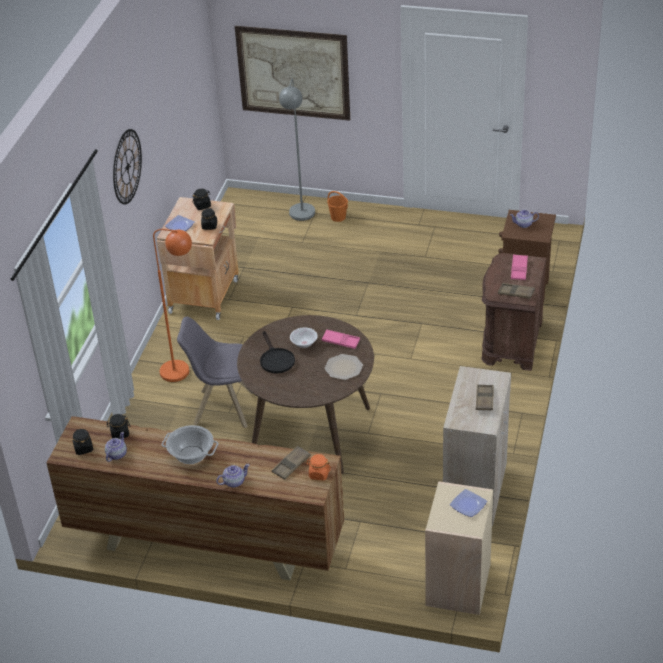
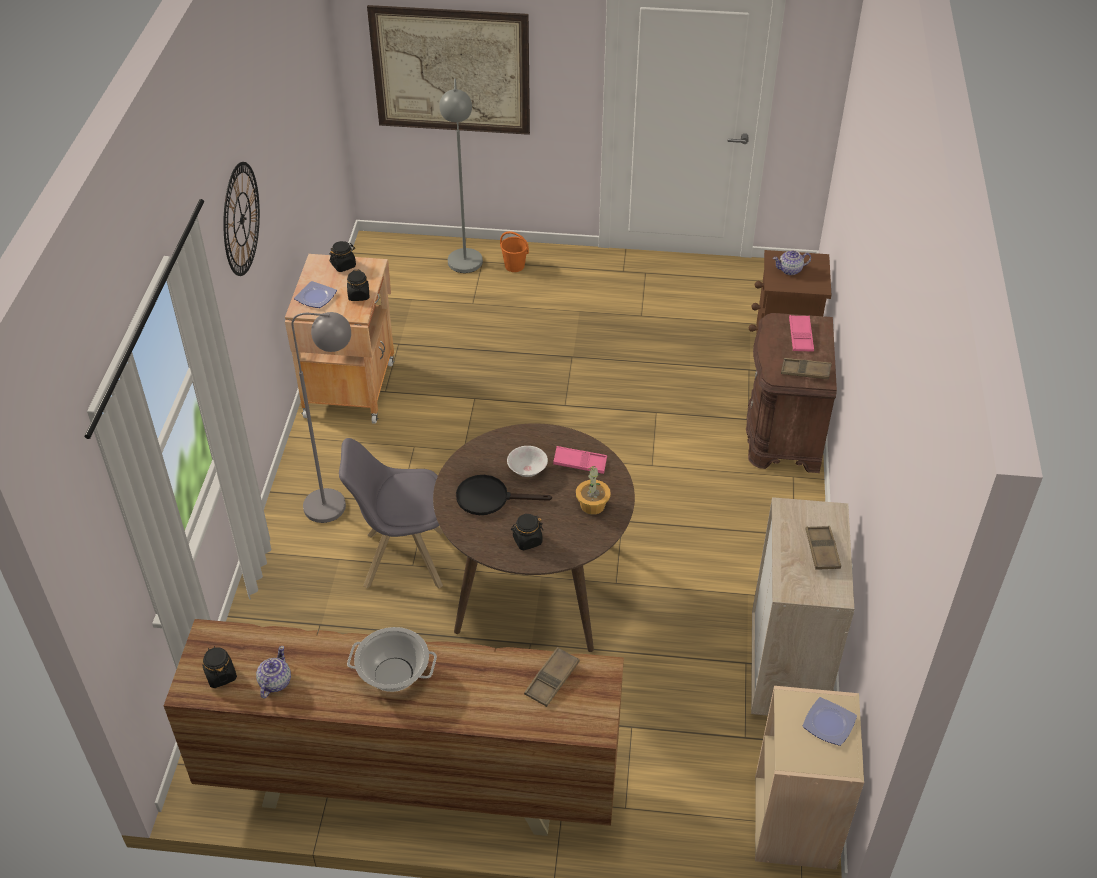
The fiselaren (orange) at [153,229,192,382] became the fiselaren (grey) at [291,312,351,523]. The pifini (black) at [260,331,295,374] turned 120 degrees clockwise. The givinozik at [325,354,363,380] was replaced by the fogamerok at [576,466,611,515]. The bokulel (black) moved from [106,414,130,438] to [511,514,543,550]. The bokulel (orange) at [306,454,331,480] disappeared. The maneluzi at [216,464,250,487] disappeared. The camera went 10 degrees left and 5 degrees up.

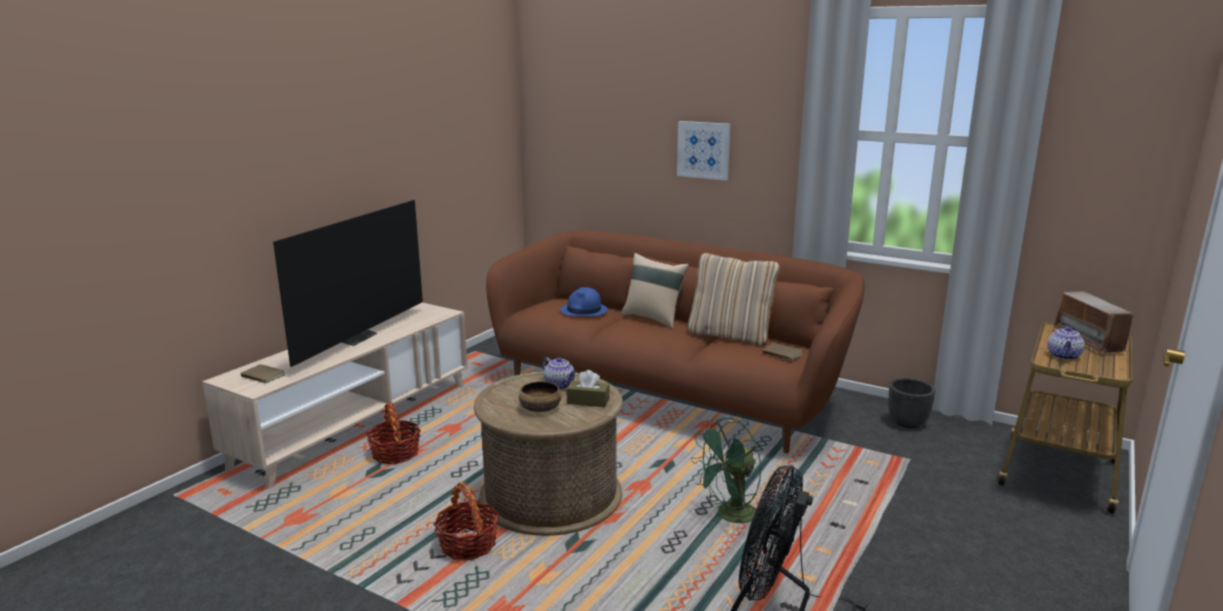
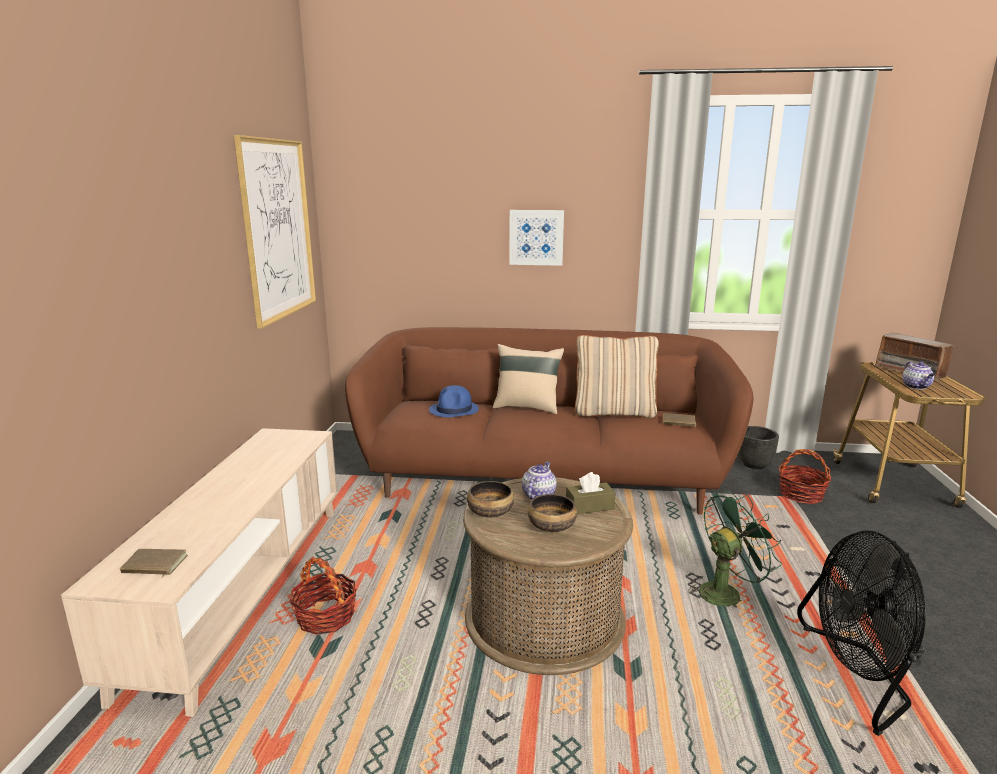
The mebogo at [273,200,423,367] disappeared. The maneluzi at [542,357,576,390] turned 90 degrees counterclockwise. The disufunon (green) at [691,418,766,523] turned 150 degrees counterclockwise. The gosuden moved from [434,482,499,560] to [778,449,831,504]. The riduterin at [234,135,316,329] appeared. The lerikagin at [467,481,514,517] appeared. The camera went 25 degrees left and 0 degrees up.

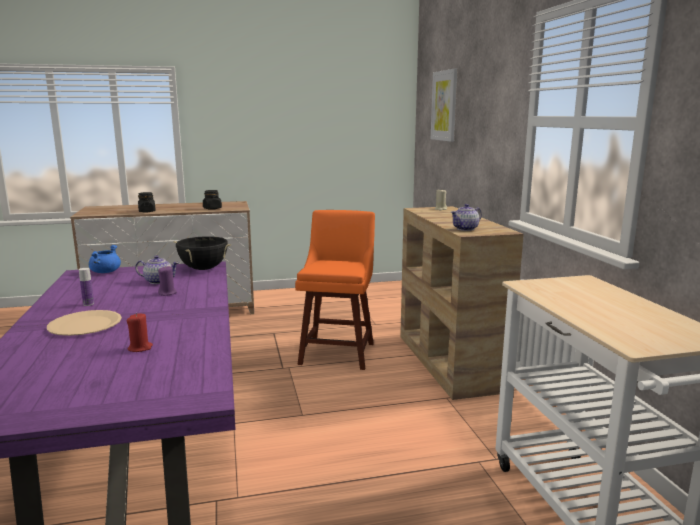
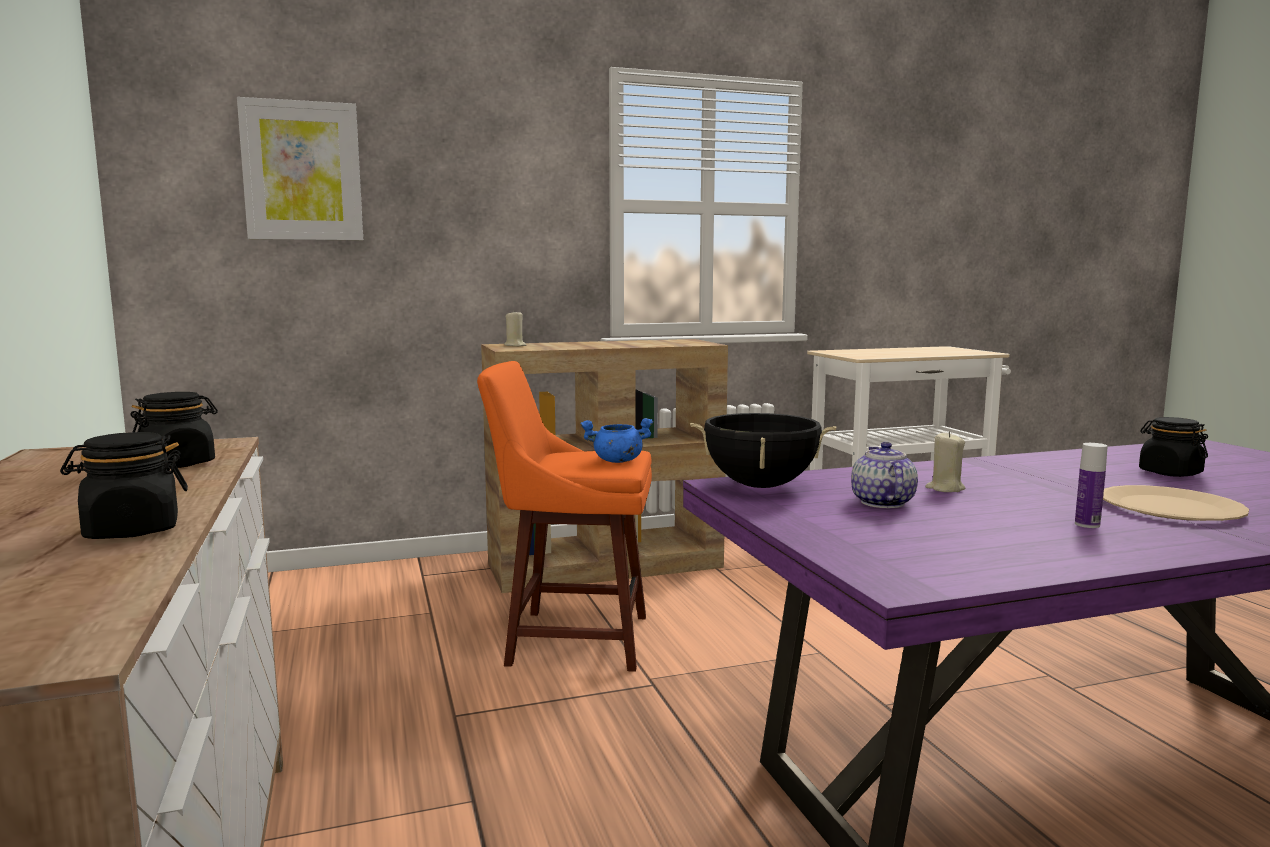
The maneluzi at [451,204,481,231] disappeared. The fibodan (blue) moved from [89,245,121,273] to [580,418,653,463]. The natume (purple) at [158,266,177,296] became the natume (beige) at [925,431,965,492]. The natume (red) at [127,313,153,352] was replaced by the bokulel (black) at [1139,417,1208,477]. The camera went 95 degrees left and 5 degrees down.

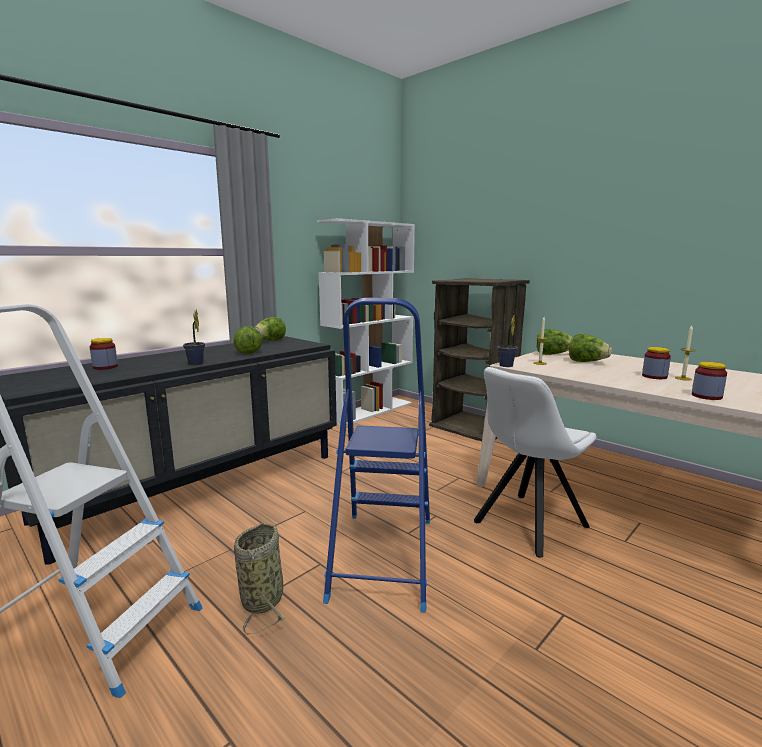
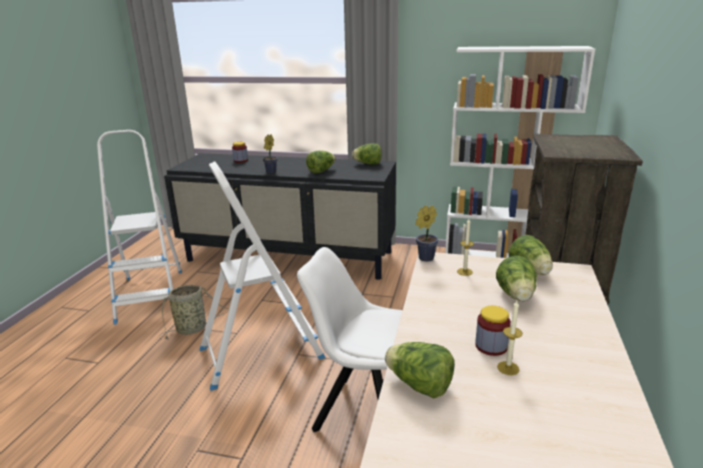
The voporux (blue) at [323,298,430,613] became the voporux (white) at [199,161,325,391]. The bokulel at [692,362,727,400] was replaced by the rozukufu at [385,342,455,398]. The camera went 60 degrees right and 10 degrees up.

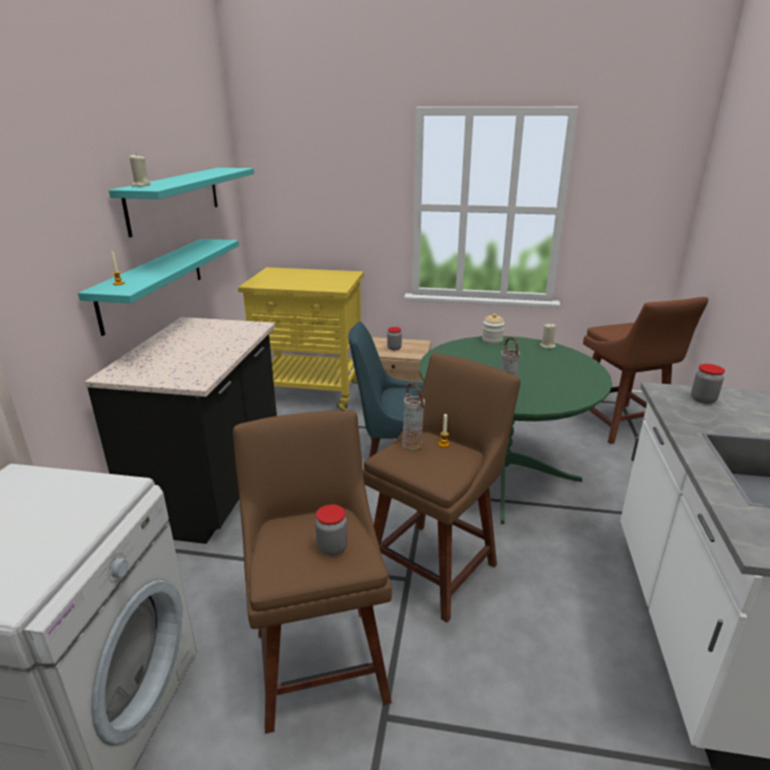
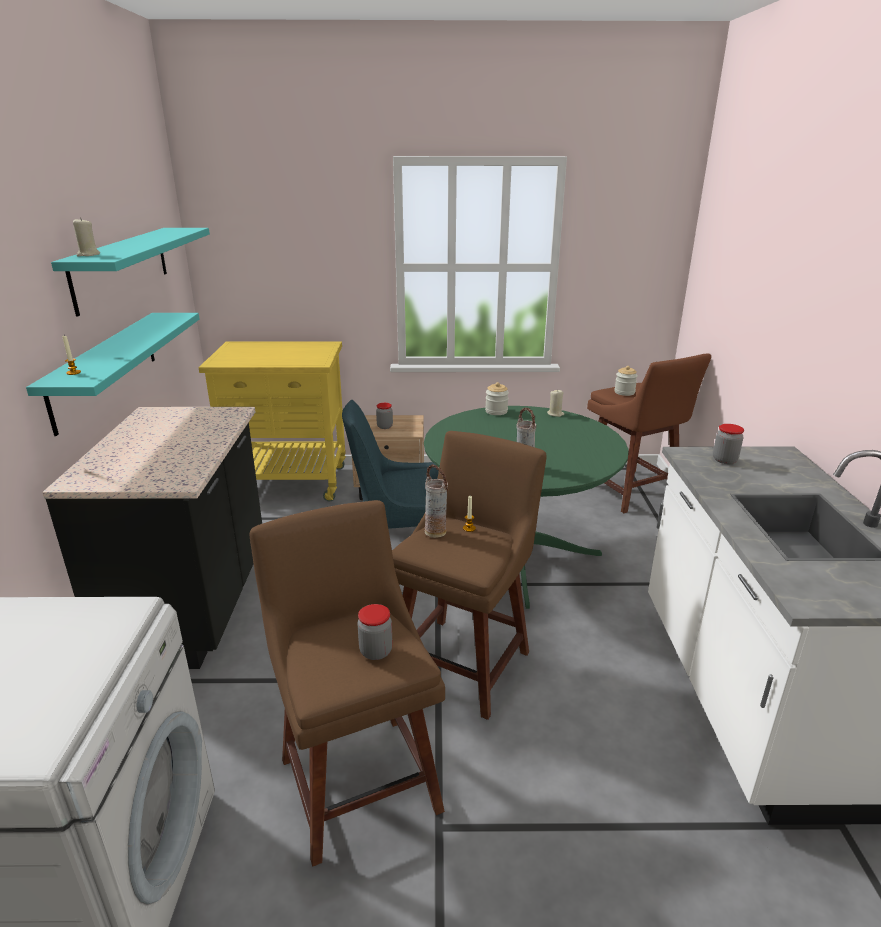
The bokulel at [614,366,638,396] appeared. The camera went 10 degrees left and 0 degrees up.

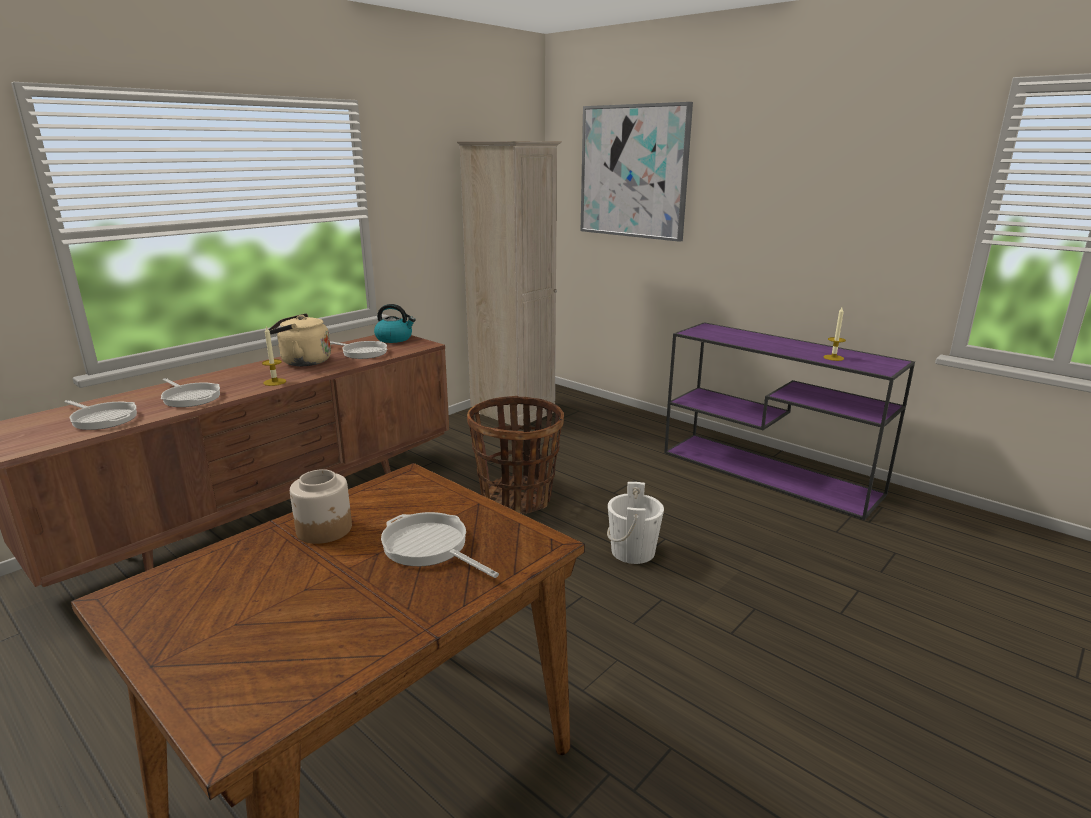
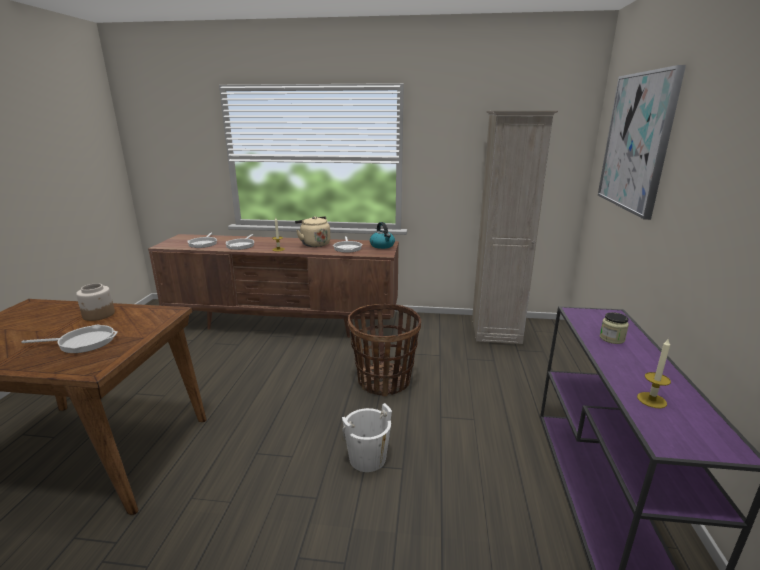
The pifini at [381,512,499,578] turned 75 degrees clockwise. The bokulel at [600,312,629,344] appeared. The camera went 55 degrees right and 0 degrees up.

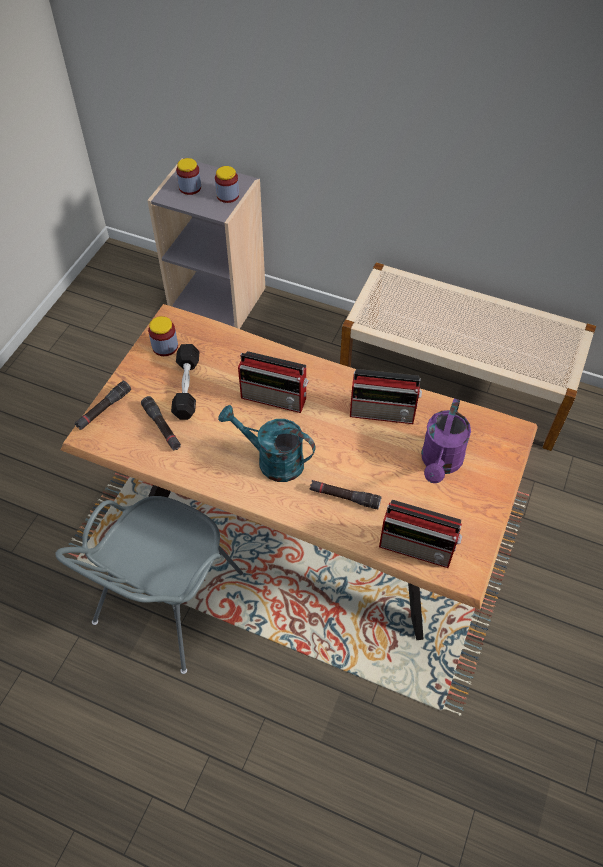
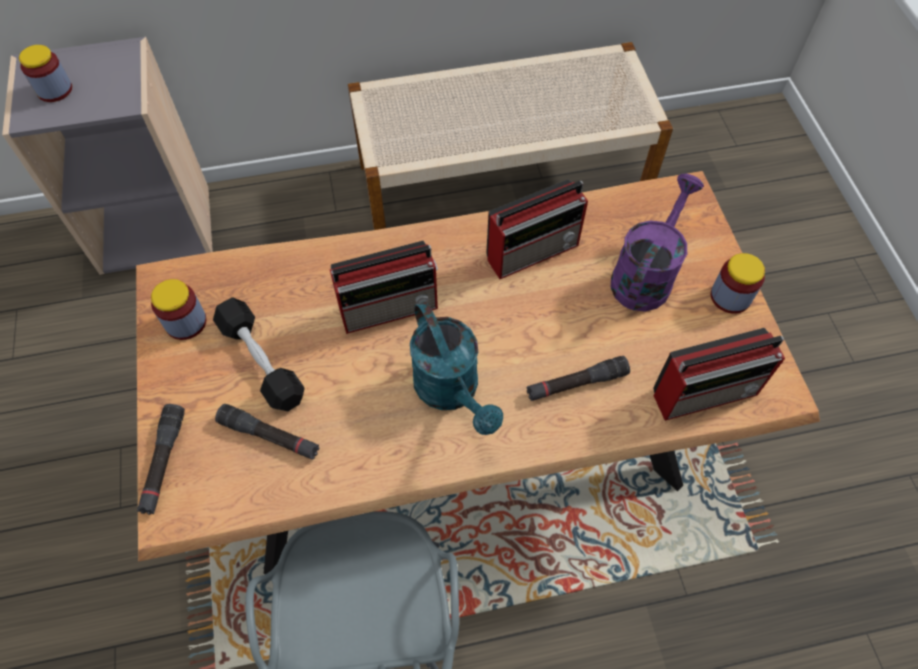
The bokulel moved from [215,166,239,203] to [711,253,765,314]. The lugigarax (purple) at [421,398,471,483] turned 135 degrees counterclockwise. The lugigarax (turquoise) at [218,405,316,482] turned 105 degrees counterclockwise. The camera went 35 degrees left and 5 degrees up.

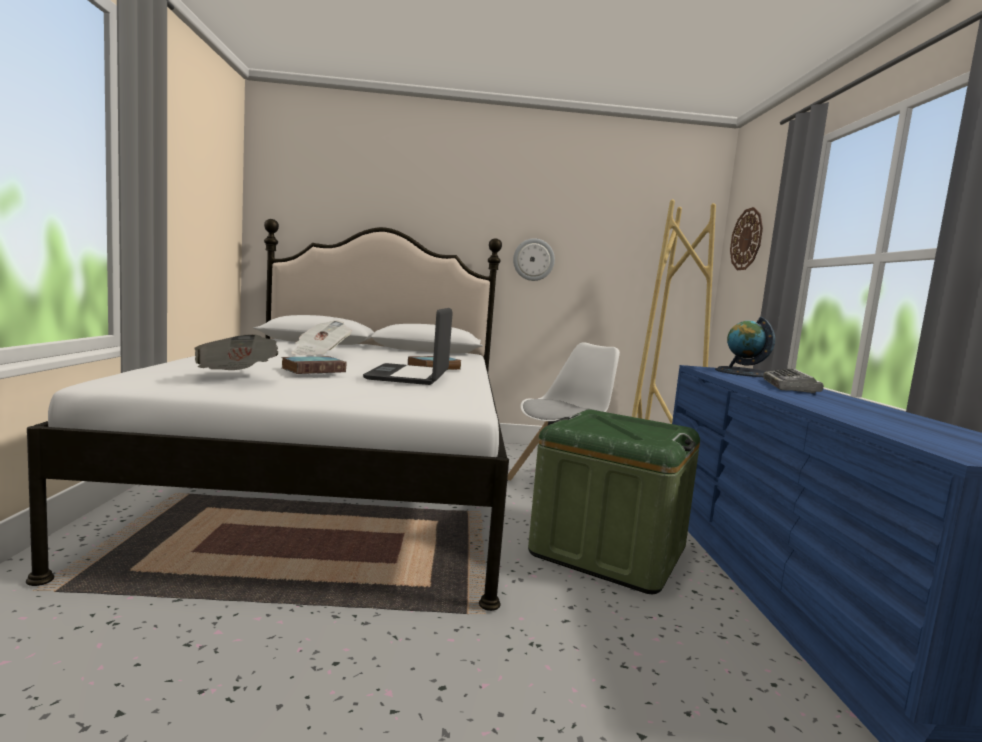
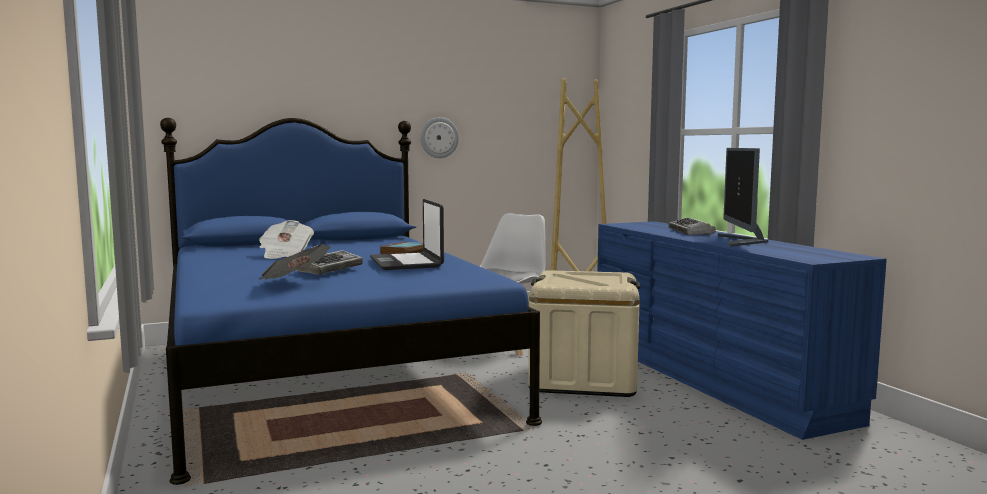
The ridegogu at [730,207,763,270] disappeared. The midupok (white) at [26,219,509,611] became the midupok (blue) at [160,118,542,485]. The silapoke at [715,317,775,377] disappeared. The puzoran at [282,356,346,374] was replaced by the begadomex at [296,250,363,275]. The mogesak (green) at [528,410,700,594] became the mogesak (beige) at [528,270,640,397]. The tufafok at [718,148,768,247] appeared. The camera went 20 degrees left and 0 degrees up.

